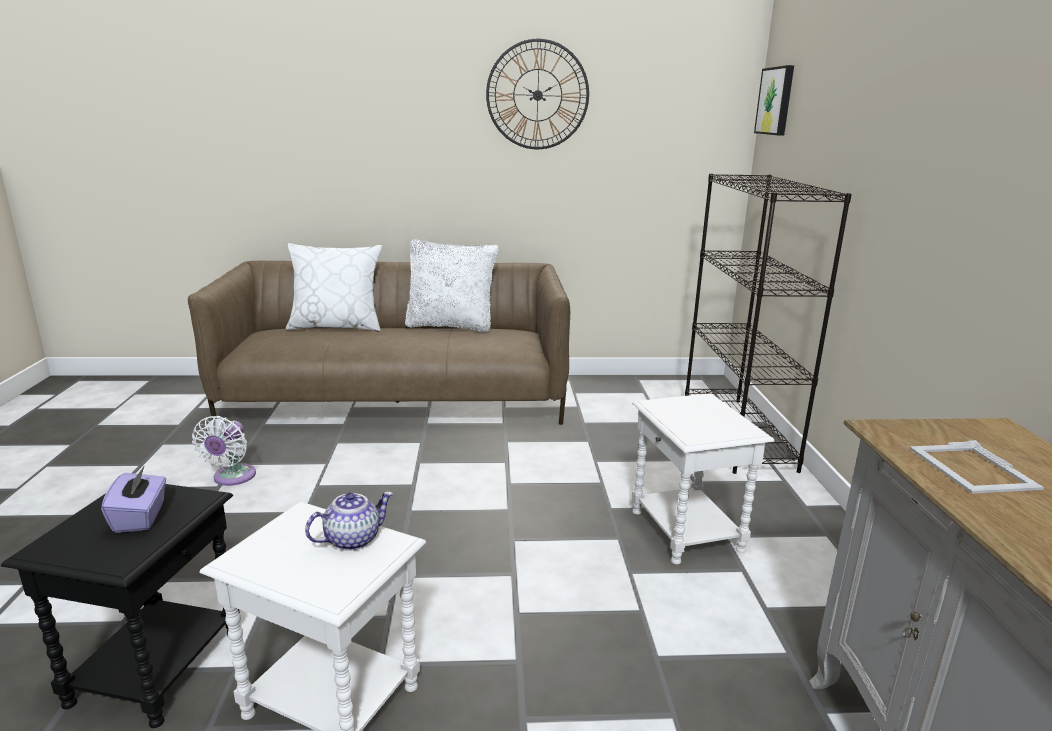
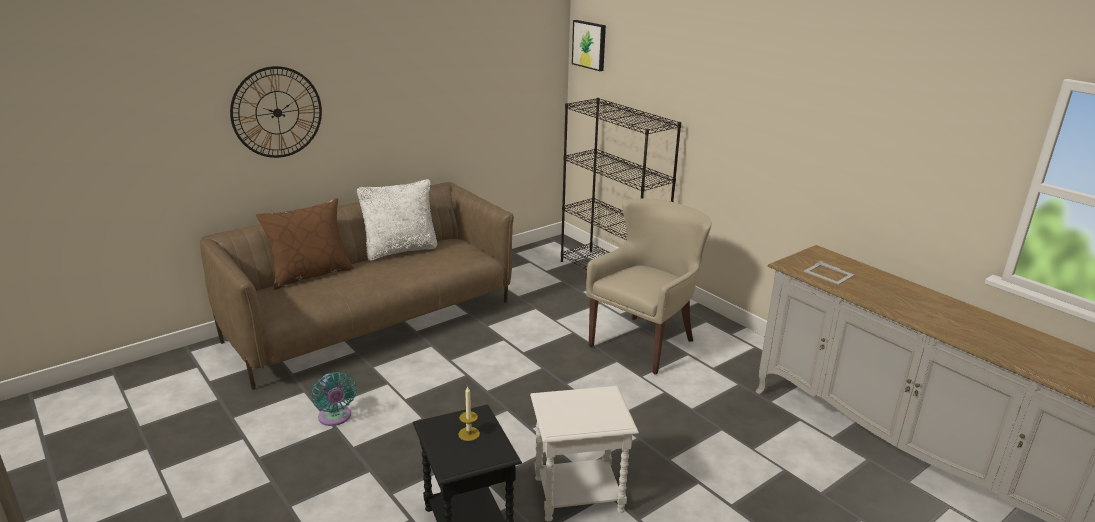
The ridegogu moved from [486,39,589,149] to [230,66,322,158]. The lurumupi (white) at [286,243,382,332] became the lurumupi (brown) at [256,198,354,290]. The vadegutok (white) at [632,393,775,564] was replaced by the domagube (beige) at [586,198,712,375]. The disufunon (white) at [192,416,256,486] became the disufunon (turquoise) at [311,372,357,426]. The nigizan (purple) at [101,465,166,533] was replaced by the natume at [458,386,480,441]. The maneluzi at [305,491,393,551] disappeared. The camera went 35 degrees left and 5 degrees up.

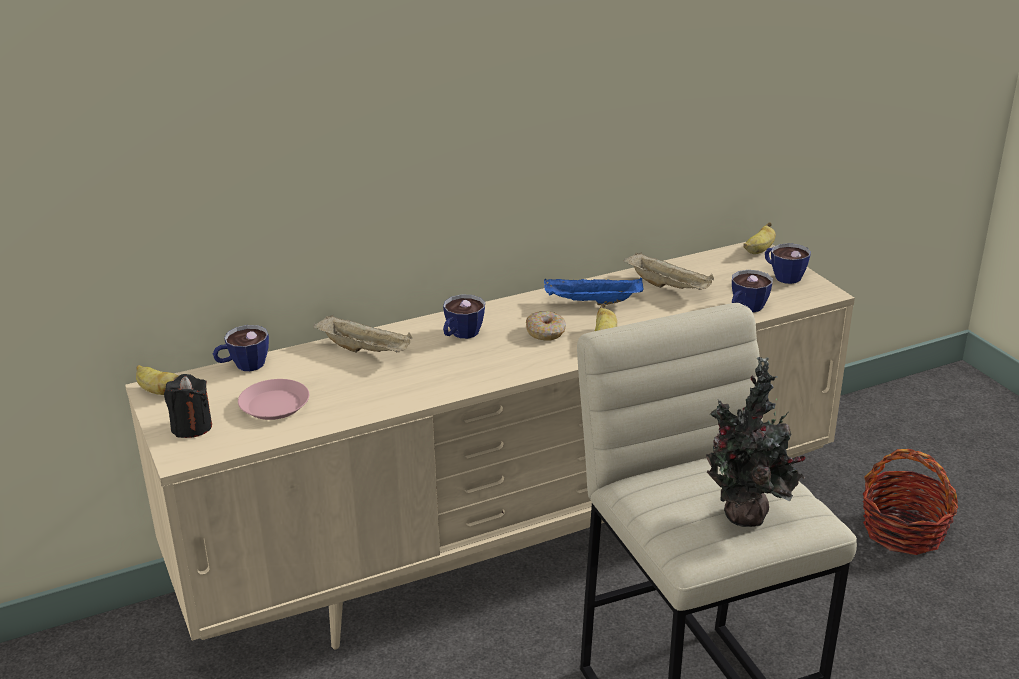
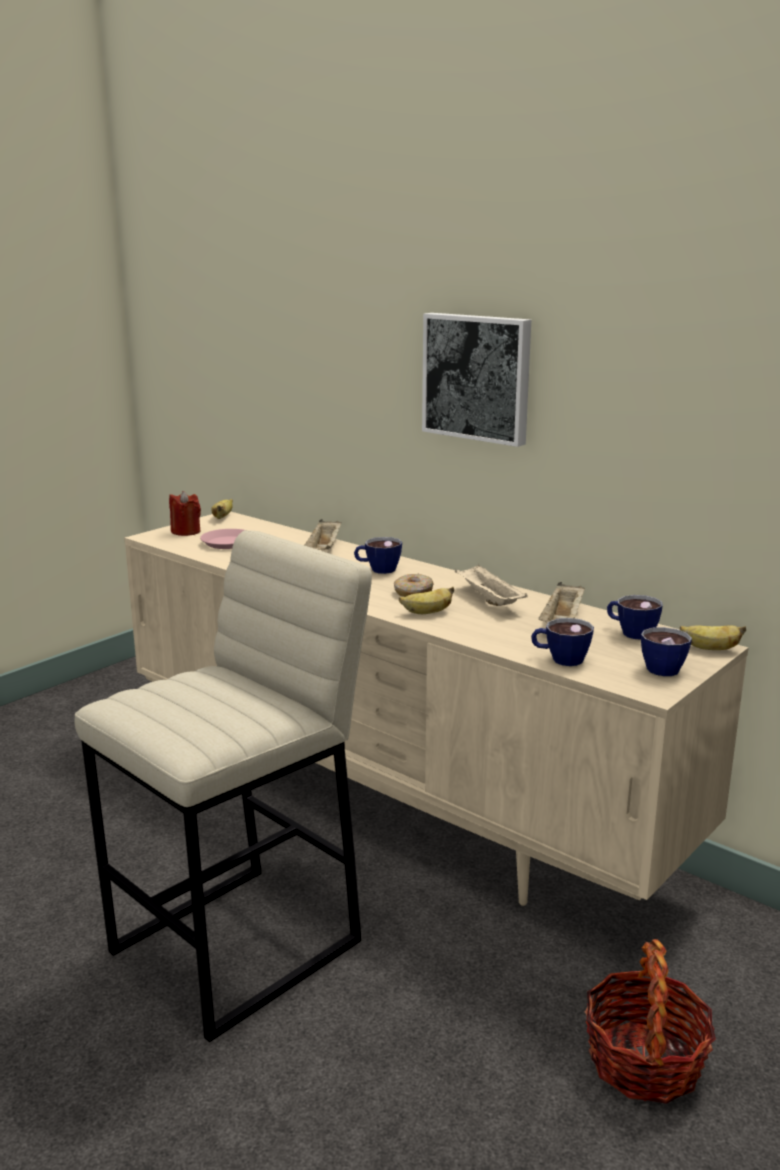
The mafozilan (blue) at [544,278,644,305] became the mafozilan (beige) at [455,564,528,606]. The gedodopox moved from [213,325,269,371] to [607,595,663,640]. The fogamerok at [706,357,805,527] disappeared. The natume (black) at [164,374,212,438] became the natume (red) at [169,491,201,536]. The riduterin at [422,313,531,447] appeared. The camera went 65 degrees right and 10 degrees down.

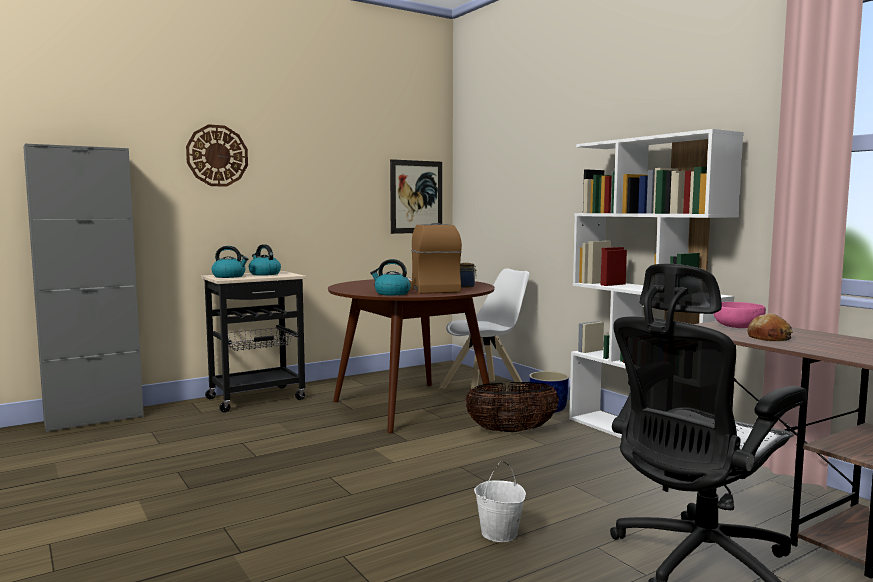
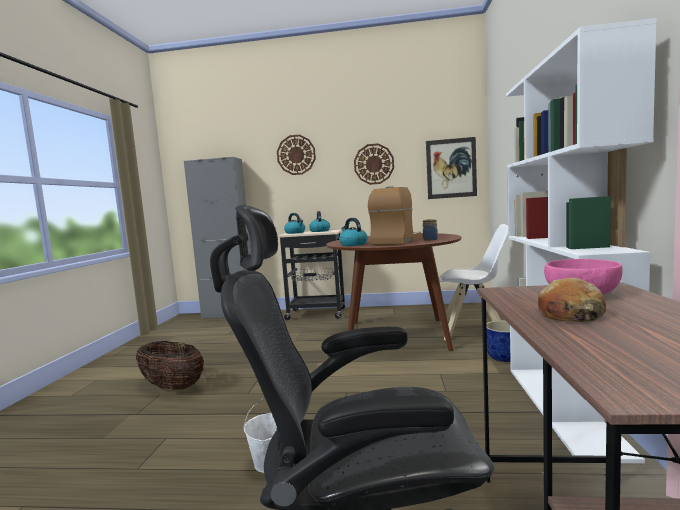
The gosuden moved from [465,382,559,432] to [136,341,204,390]. The ridegogu at [354,143,394,185] appeared. The camera went 40 degrees right and 0 degrees up.

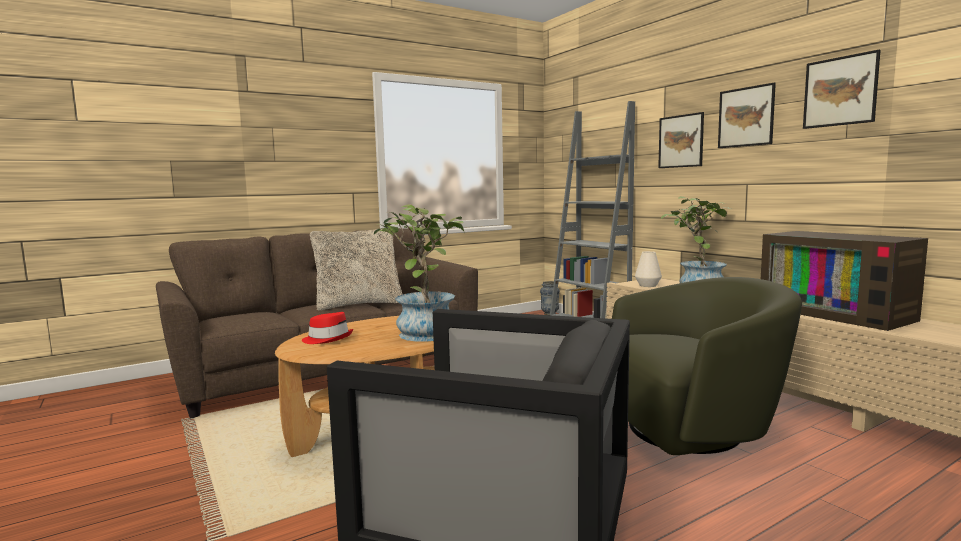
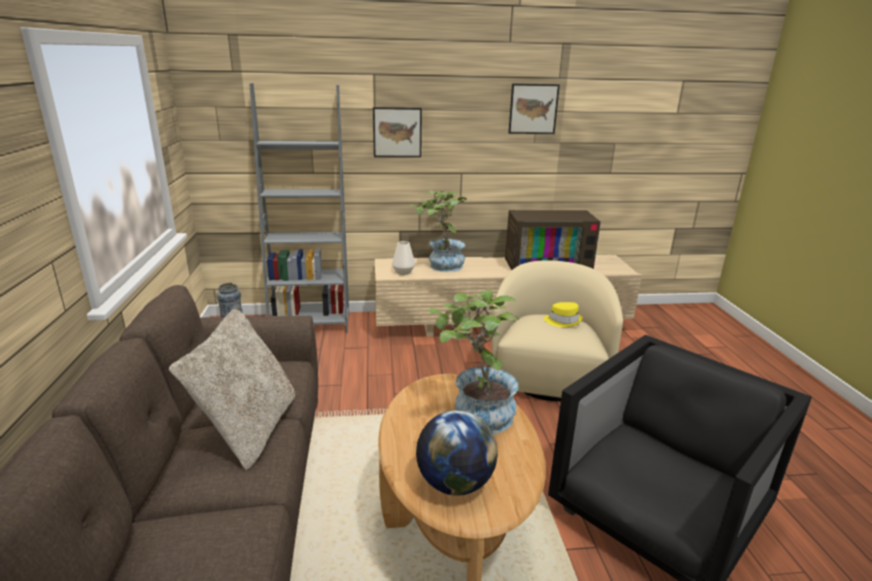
The riduterin at [718,83,776,148] disappeared. The domagube (green) at [612,277,802,455] became the domagube (beige) at [492,260,623,401]. The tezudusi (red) at [302,312,353,344] was replaced by the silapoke at [416,410,498,495]. The tezudusi (yellow) at [544,302,583,327] appeared. The camera went 65 degrees left and 15 degrees up.

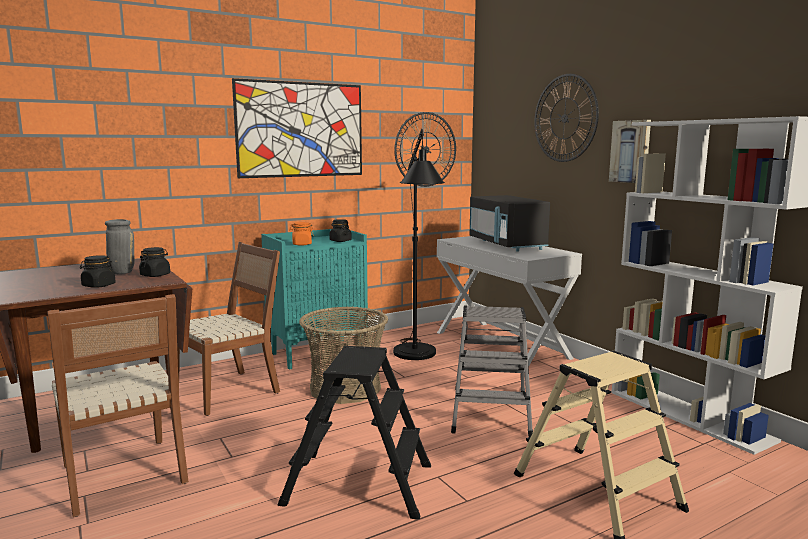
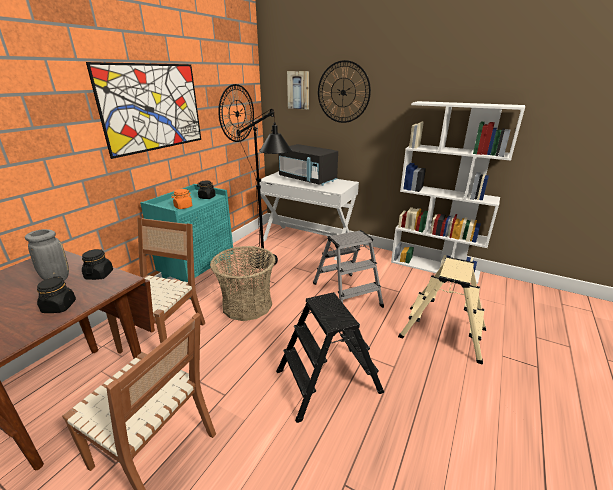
The riduterin moved from [609,120,651,183] to [287,71,309,109]. The camera went 30 degrees left and 15 degrees up.

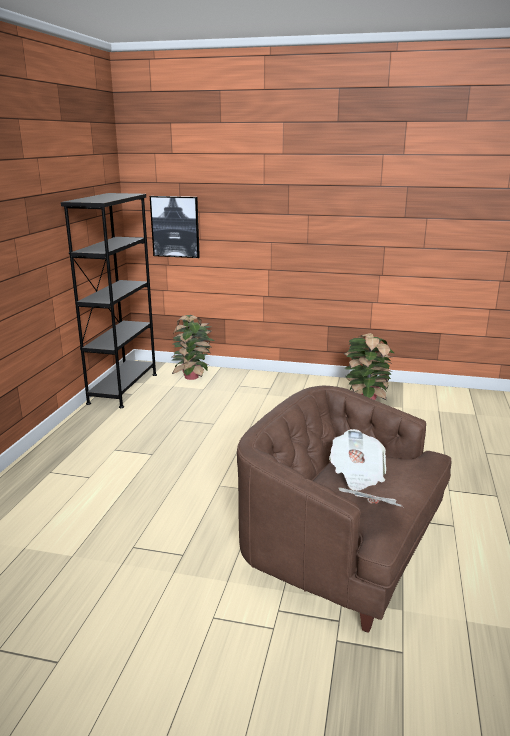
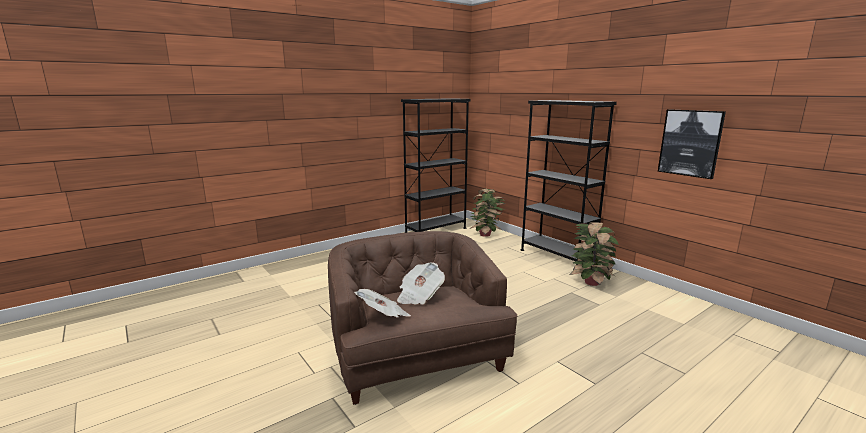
The riduterin moved from [150,196,200,258] to [658,109,726,179]. The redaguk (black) at [521,100,617,265] appeared. The camera went 40 degrees right and 5 degrees down.

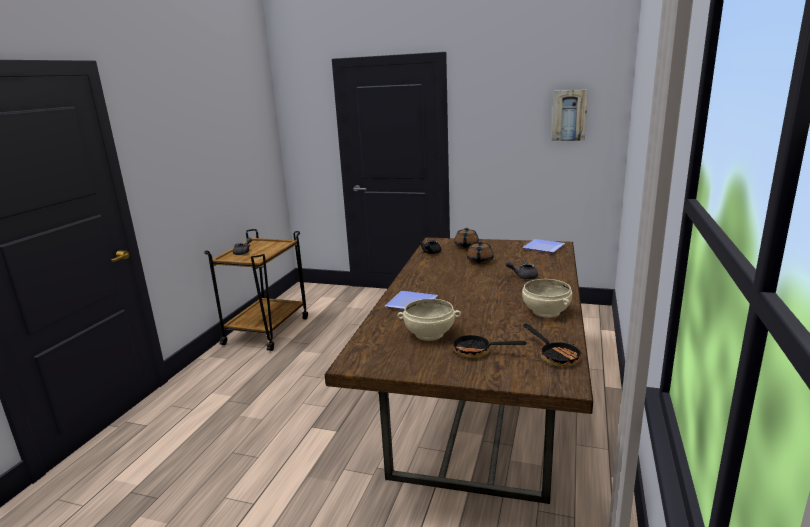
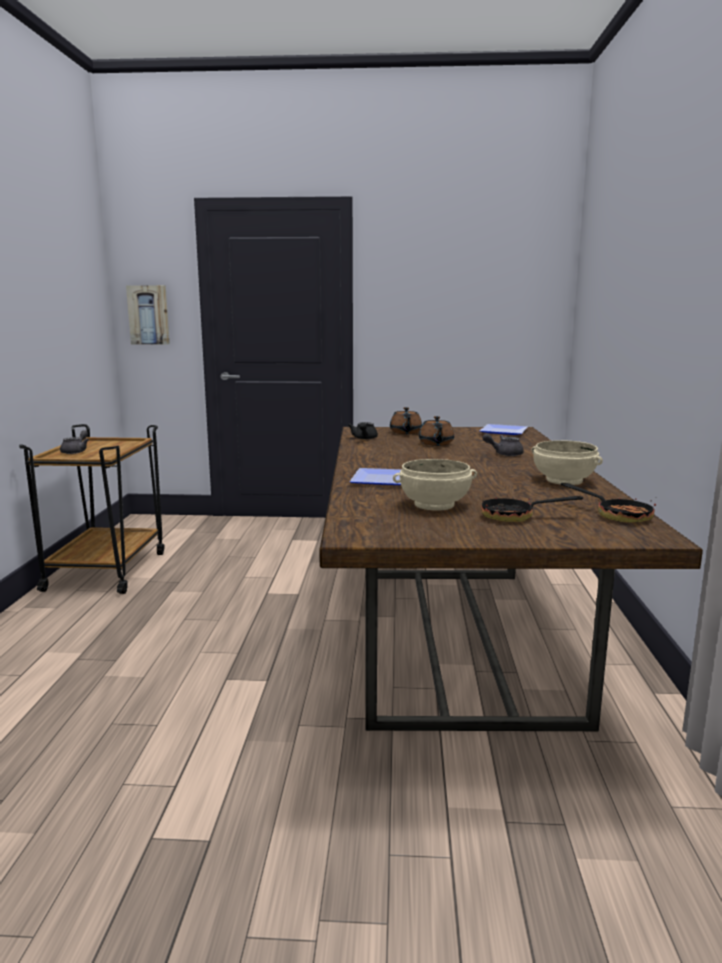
The riduterin moved from [552,90,588,141] to [126,285,170,344]. The camera went 15 degrees left and 5 degrees down.

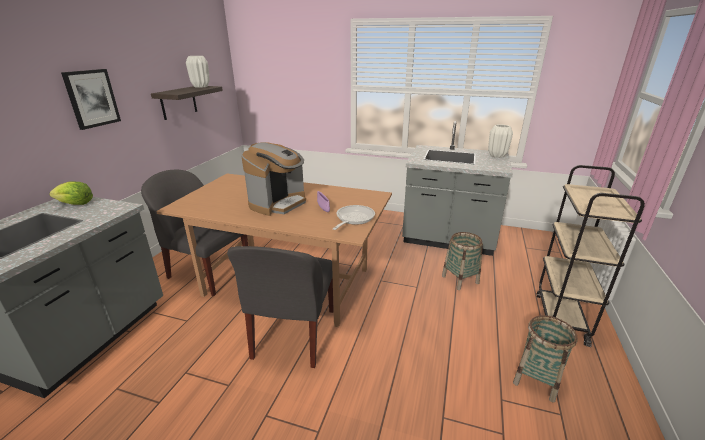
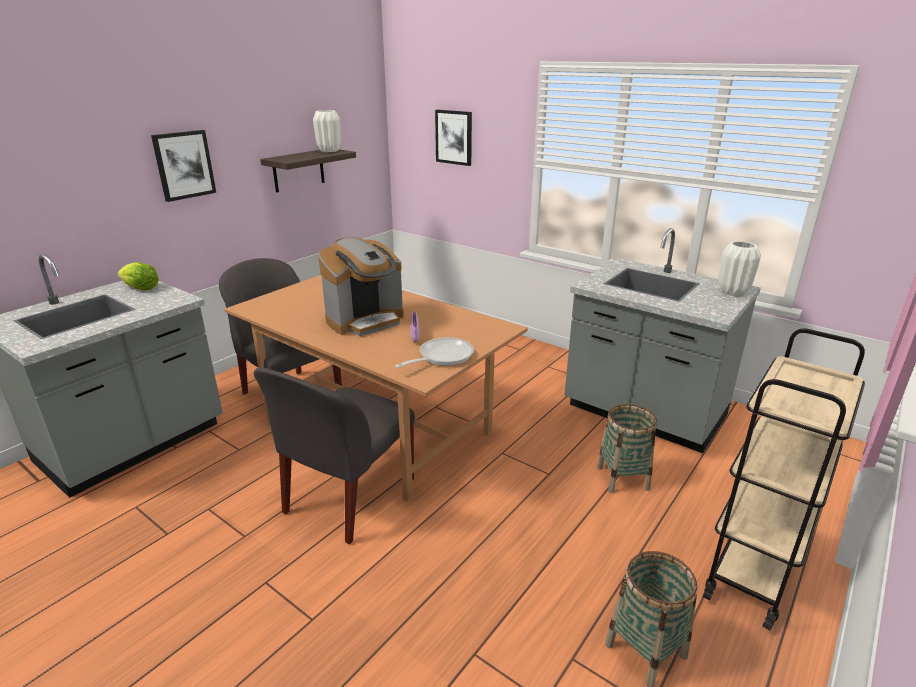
The riduterin at [435,110,472,166] appeared. The camera went 20 degrees right and 0 degrees up.

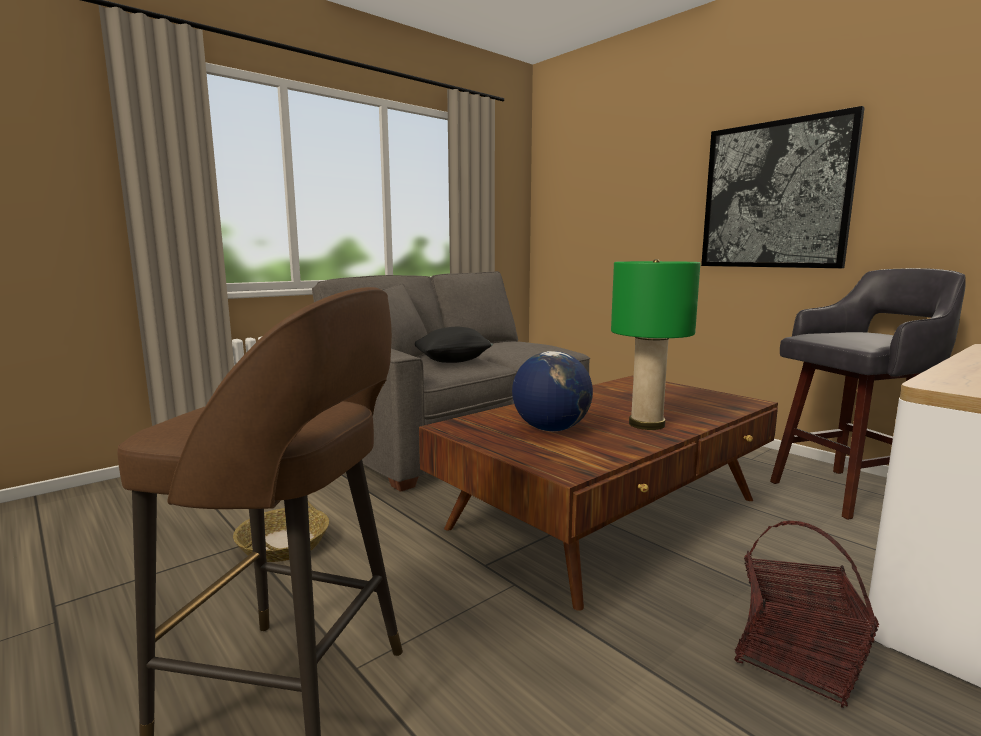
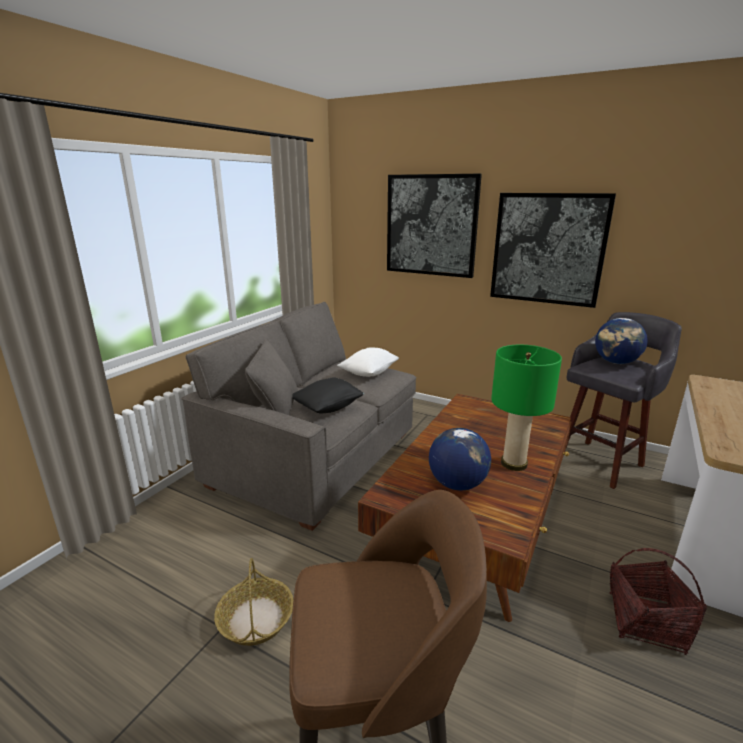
The riduterin at [387,174,482,278] appeared. The silapoke at [595,318,648,364] appeared. The lurumupi (white) at [337,348,399,377] appeared. The camera went 20 degrees left and 10 degrees up.

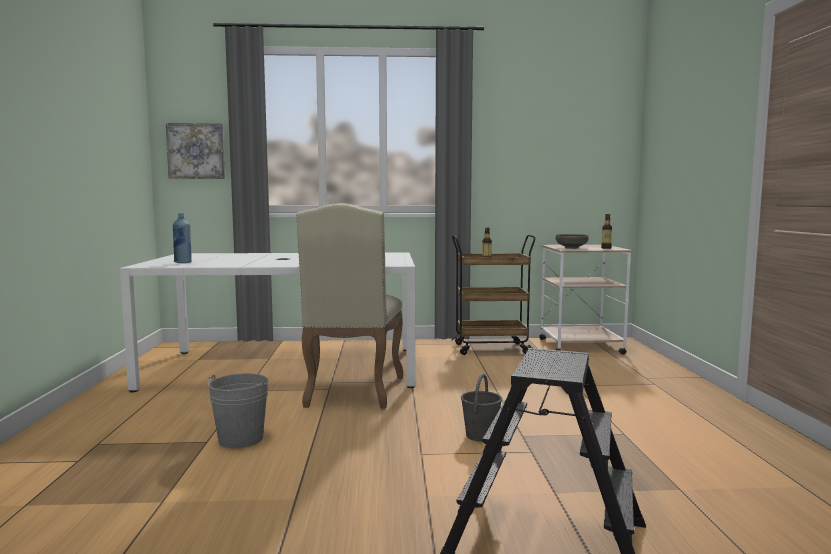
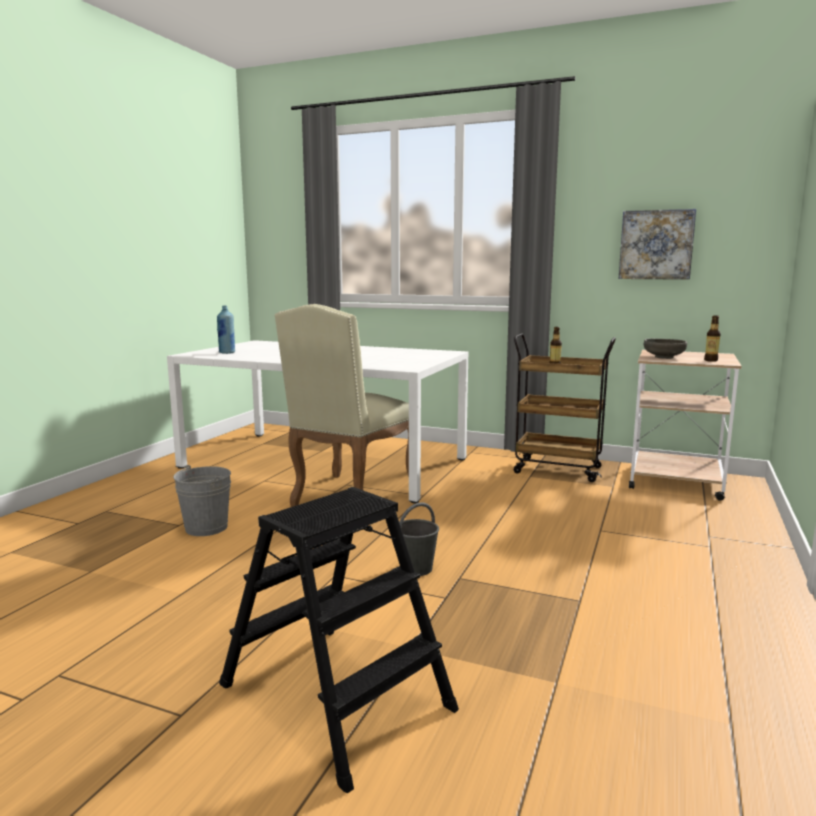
The riduterin moved from [166,123,225,179] to [619,209,696,280]. The camera went 25 degrees right and 5 degrees up.

